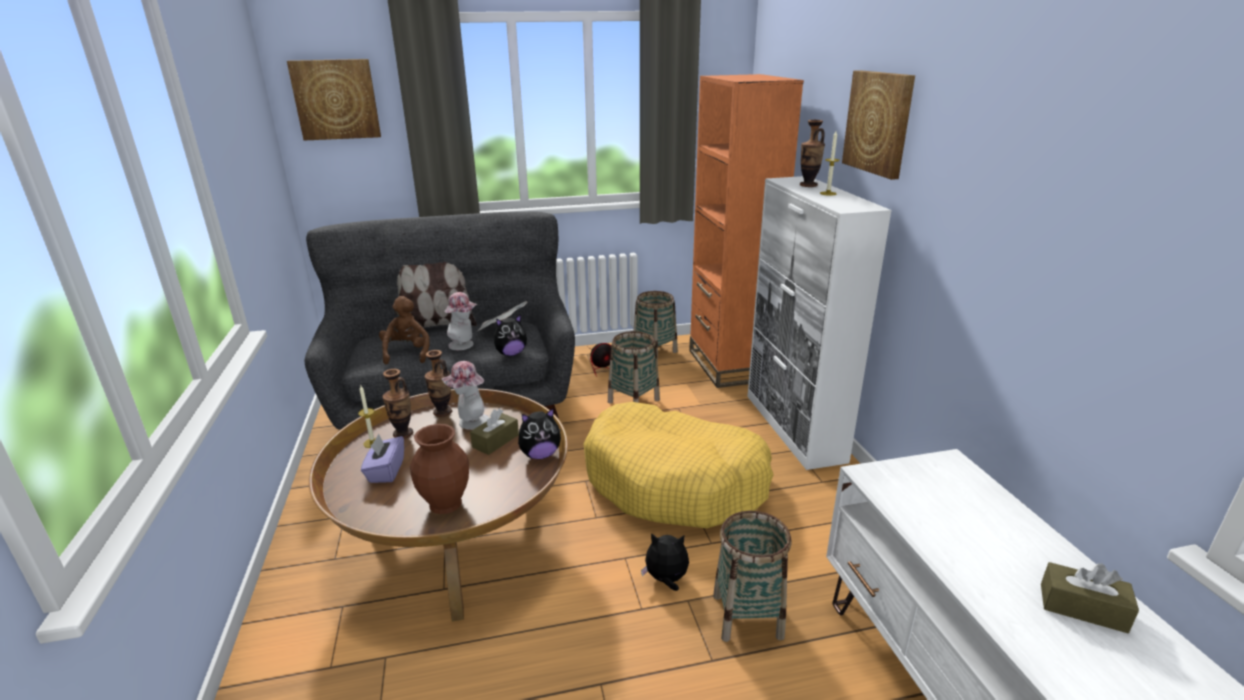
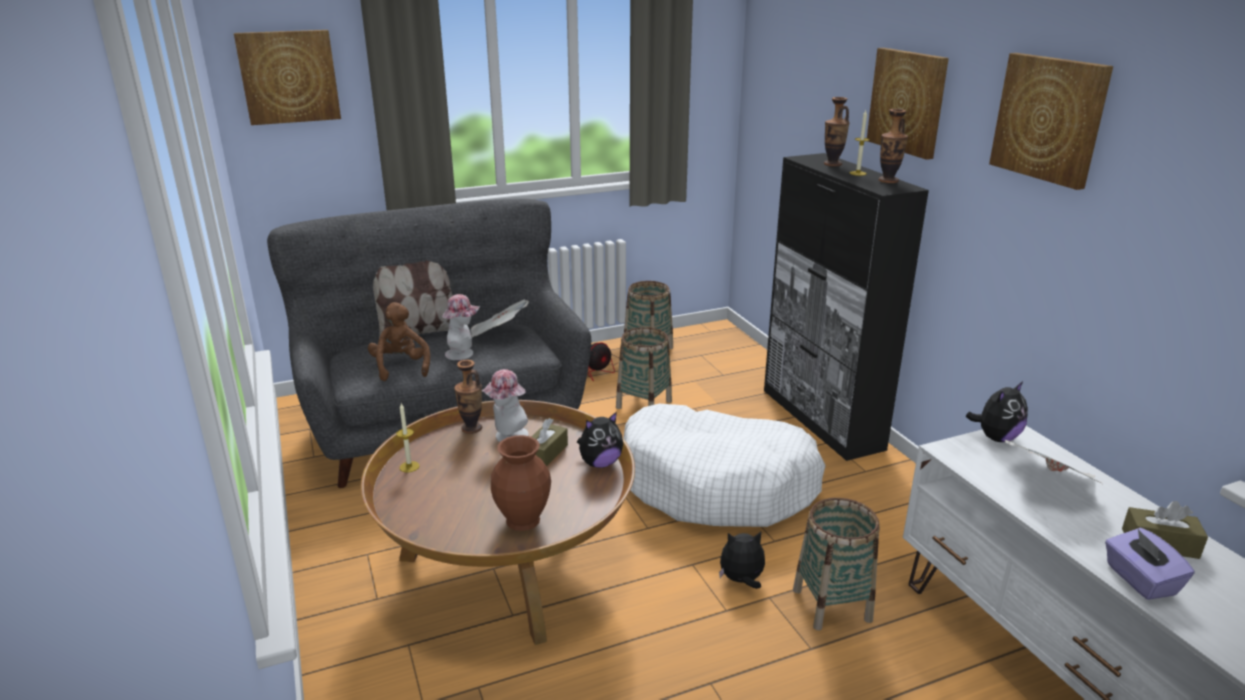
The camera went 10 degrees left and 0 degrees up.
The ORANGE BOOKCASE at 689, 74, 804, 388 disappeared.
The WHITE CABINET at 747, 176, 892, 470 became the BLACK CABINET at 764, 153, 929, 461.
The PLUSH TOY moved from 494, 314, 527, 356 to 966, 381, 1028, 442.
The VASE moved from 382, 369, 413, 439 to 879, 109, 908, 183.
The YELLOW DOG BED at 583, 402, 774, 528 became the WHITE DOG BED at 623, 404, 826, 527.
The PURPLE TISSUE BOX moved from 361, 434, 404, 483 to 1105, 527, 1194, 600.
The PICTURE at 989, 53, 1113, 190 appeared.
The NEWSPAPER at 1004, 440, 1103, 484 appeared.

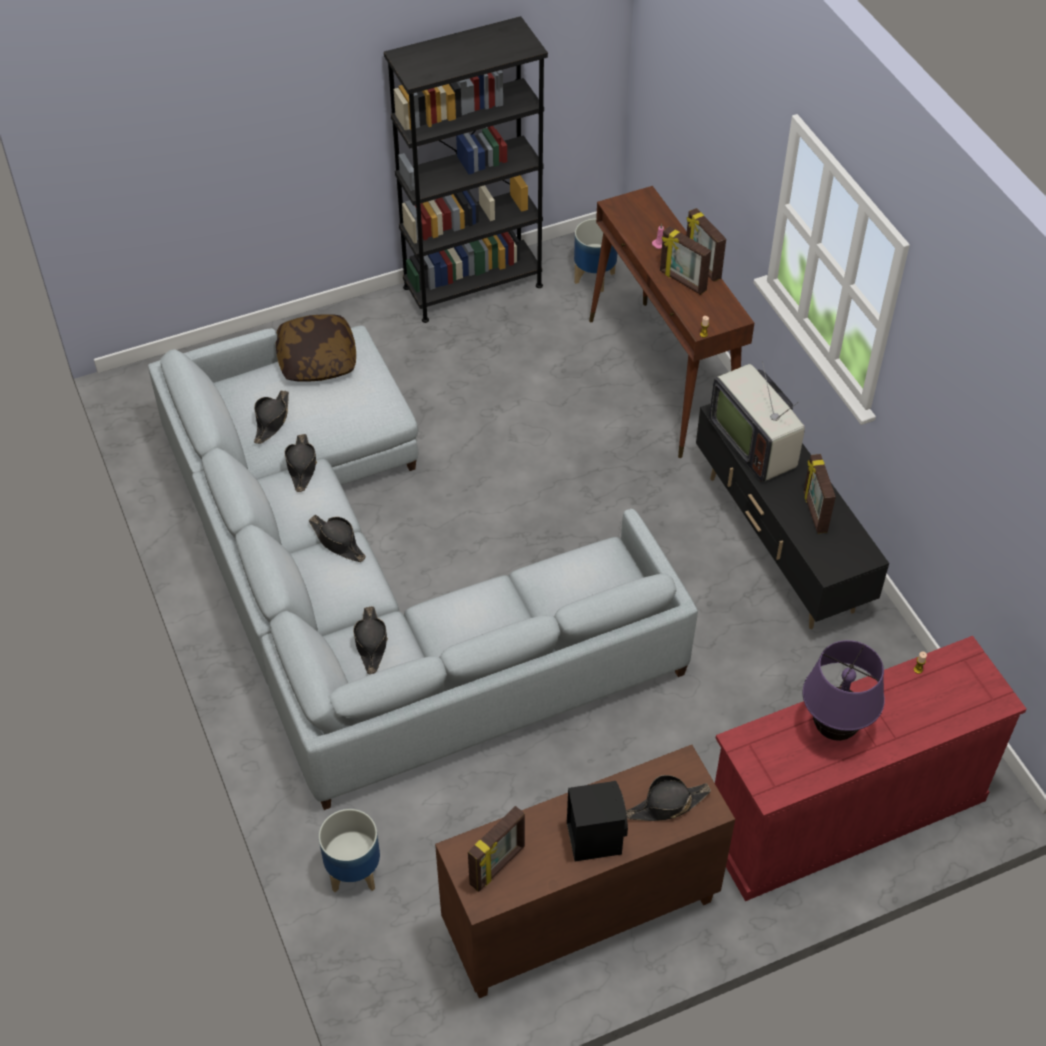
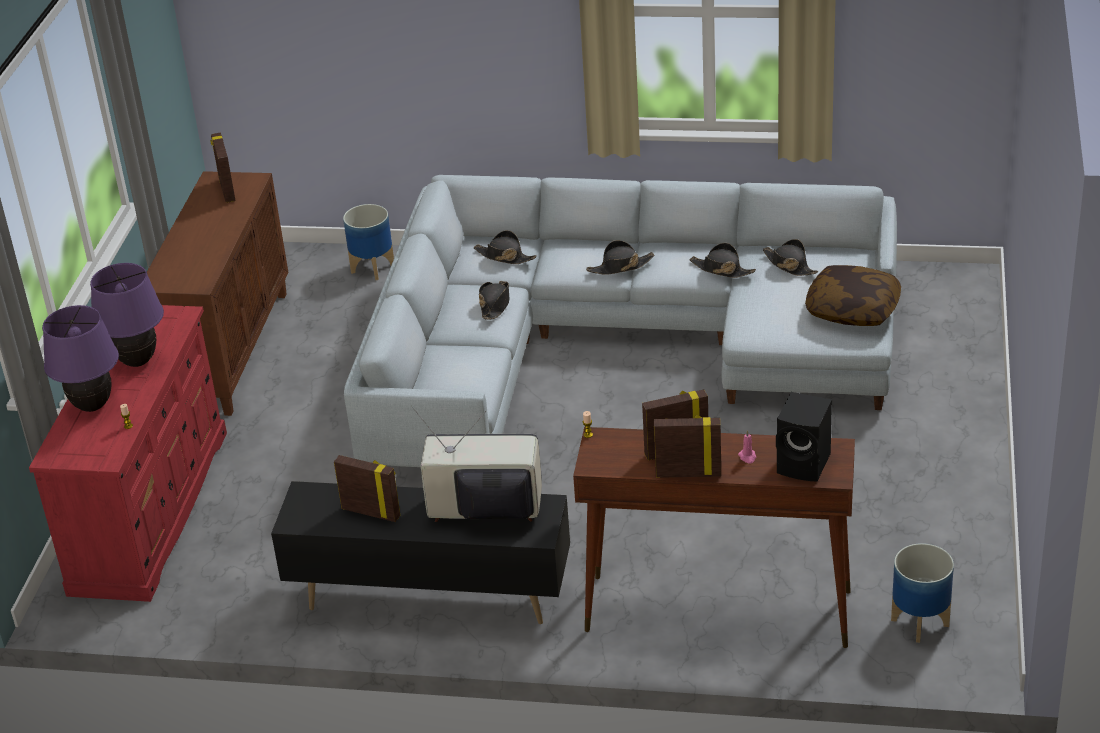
The camera went 125 degrees right and 15 degrees down.
The BLACK BOOKCASE at 384, 16, 548, 323 disappeared.
The BLACK HAT moved from 626, 775, 711, 821 to 479, 280, 509, 320.
The BLACK SPEAKER moved from 567, 781, 628, 861 to 776, 392, 832, 482.
The PURPLE TABLE LAMP at 42, 305, 119, 412 appeared.

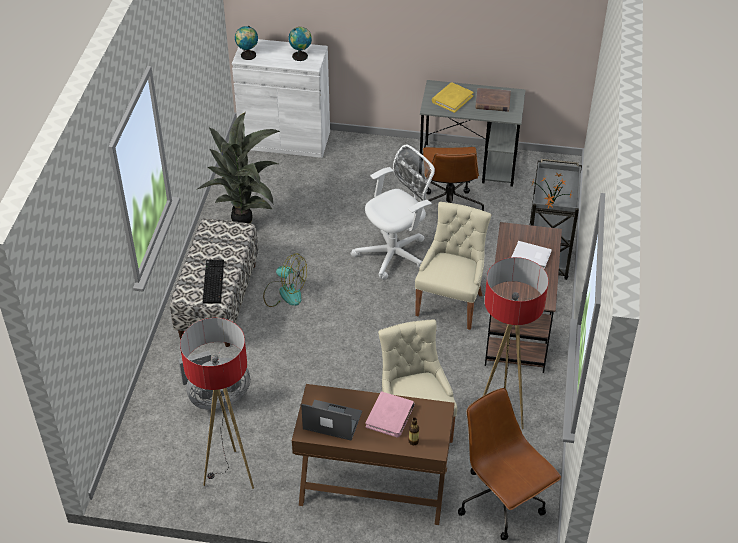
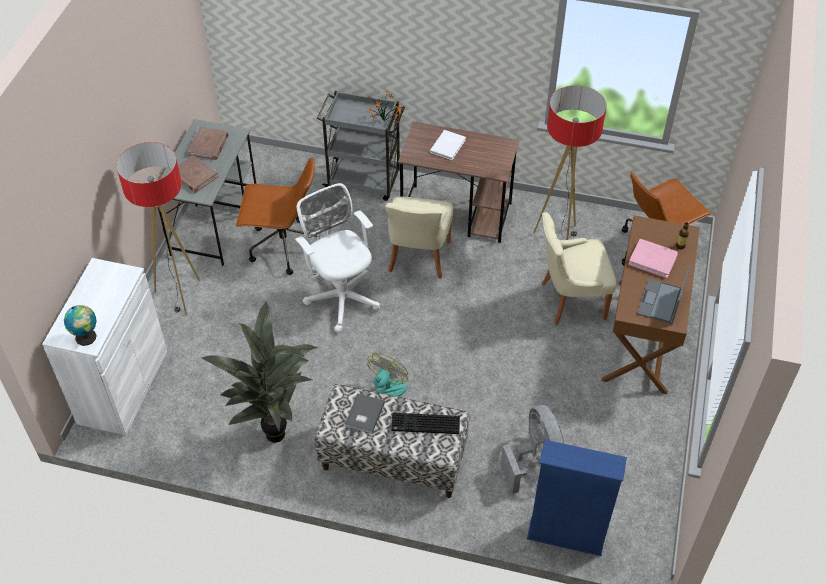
The camera went 85 degrees left and 5 degrees up.
The GLOBE at 288, 27, 312, 61 disappeared.
The YELLOW BOOK at 432, 82, 474, 113 became the BROWN BOOK at 170, 155, 219, 193.
The BEIGE CHAIR at 415, 202, 492, 330 turned 105 degrees counterclockwise.
The FLOOR LAMP moved from 180, 318, 254, 489 to 116, 142, 200, 315.
The GREY BOOK at 345, 393, 385, 434 appeared.
The BLUE BOOKCASE at 527, 440, 627, 556 appeared.

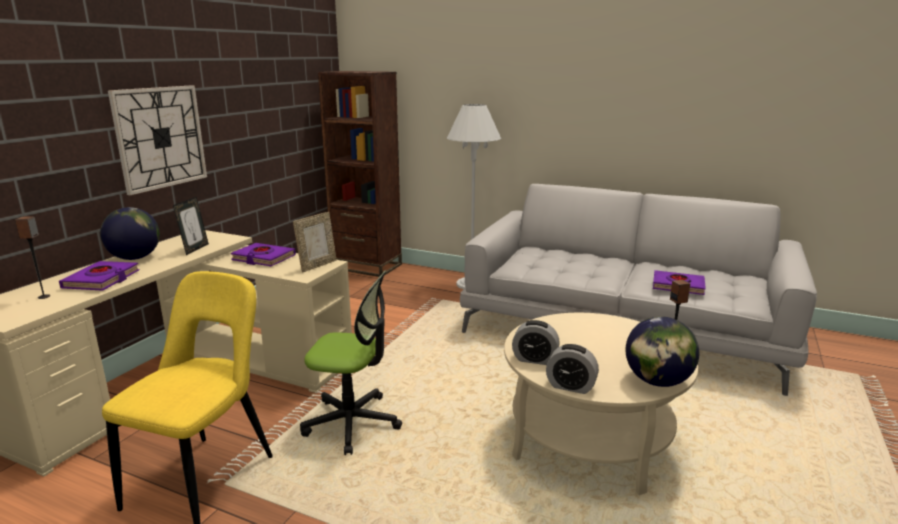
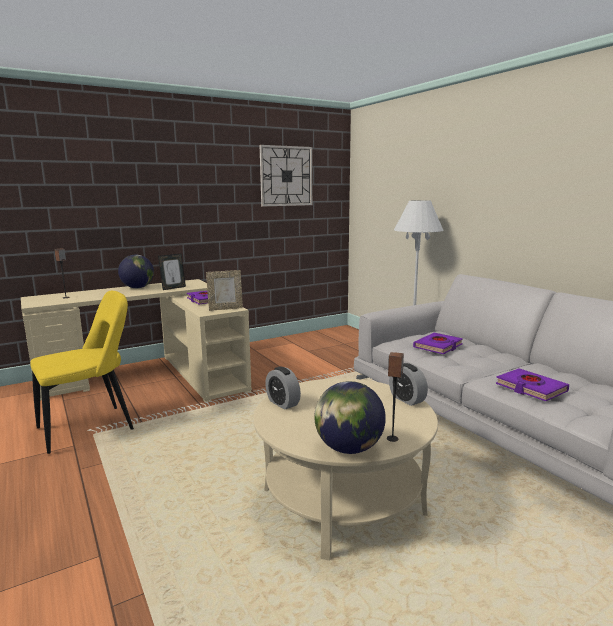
The camera went 35 degrees right and 5 degrees down.
The BROWN BOOKCASE at 318, 71, 402, 277 disappeared.
The WALL CLOCK moved from 108, 85, 207, 195 to 260, 145, 312, 206.
The PURPLE BOOK moved from 59, 261, 140, 291 to 413, 333, 463, 354.
The OFFICE CHAIR at 300, 270, 402, 455 disappeared.
The ALARM CLOCK moved from 546, 344, 599, 394 to 389, 363, 428, 406.

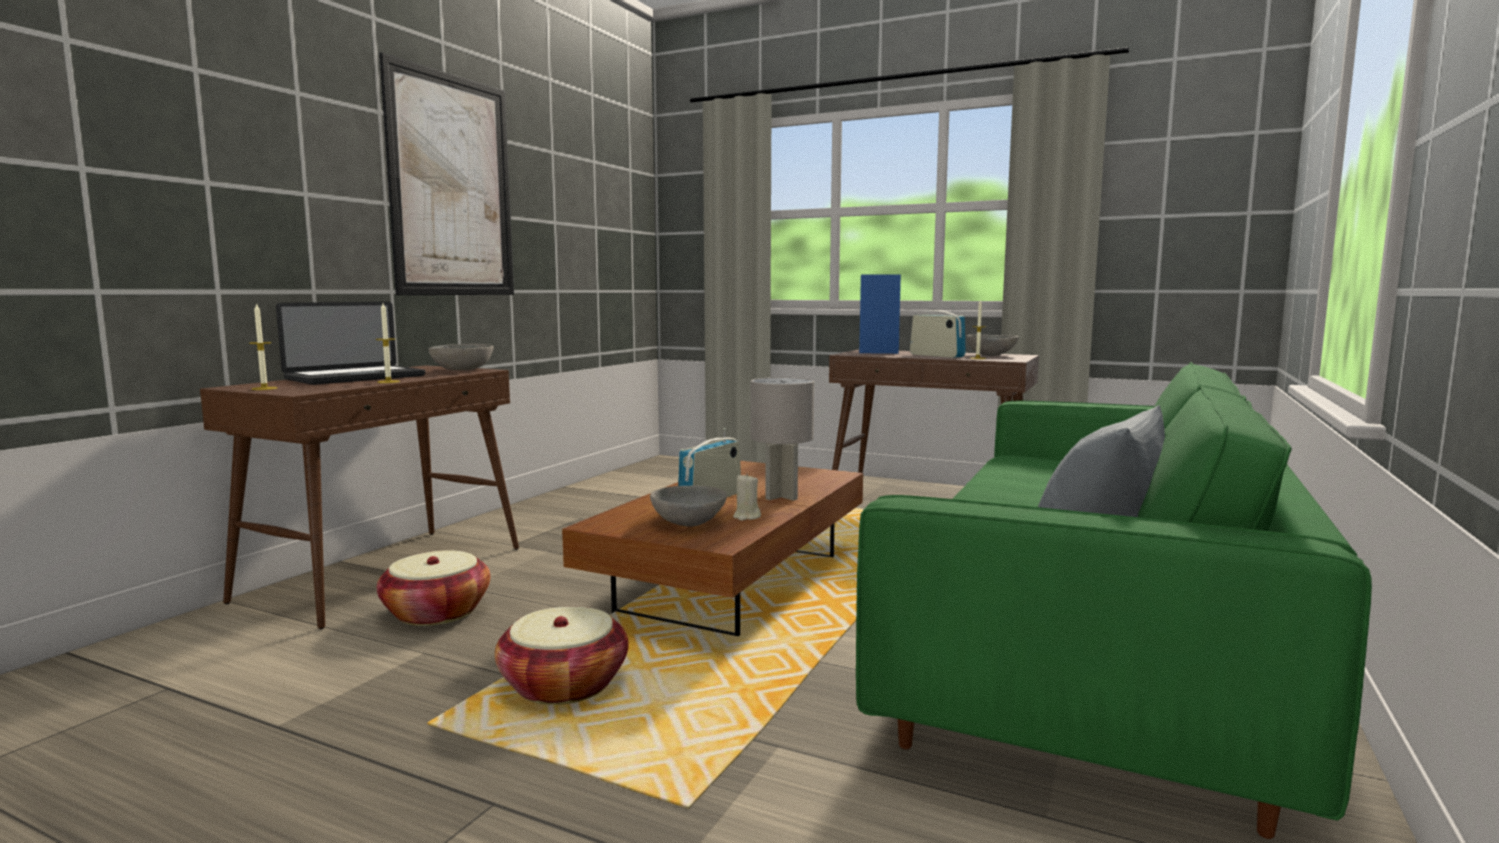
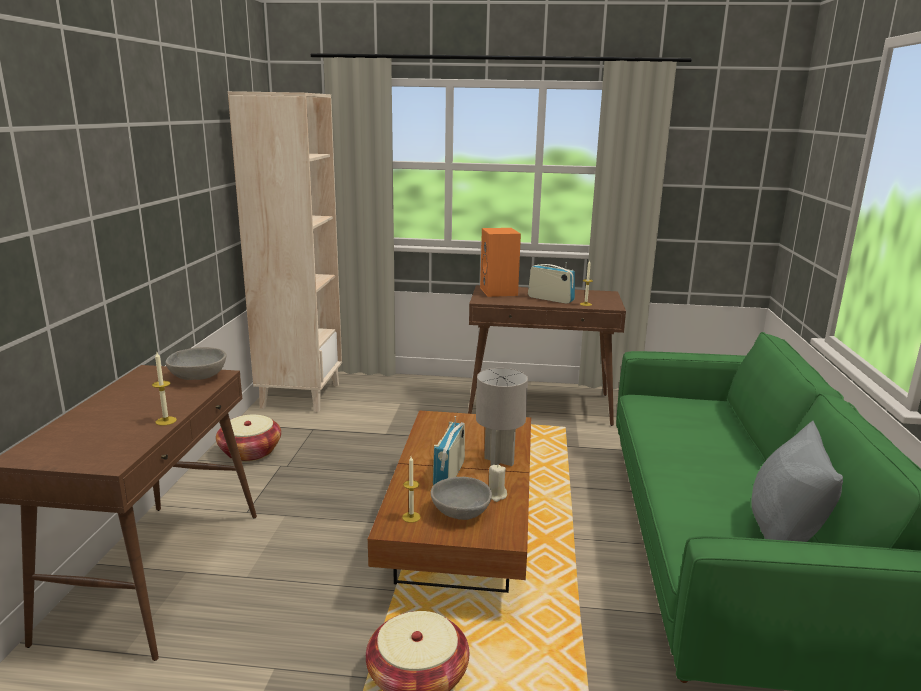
The camera went 20 degrees left and 10 degrees up.
The PICTURE at 379, 52, 514, 295 disappeared.
The BLUE SPEAKER at 859, 274, 901, 354 became the ORANGE SPEAKER at 480, 228, 521, 297.
The LAPTOP at 276, 302, 425, 385 disappeared.
The CANDLE moved from 249, 303, 277, 390 to 402, 456, 421, 523.
The GREY BOWL at 966, 335, 1019, 356 disappeared.
The BASKET moved from 377, 550, 491, 626 to 216, 415, 281, 462.
The BEIGE BOOKCASE at 228, 91, 342, 412 appeared.

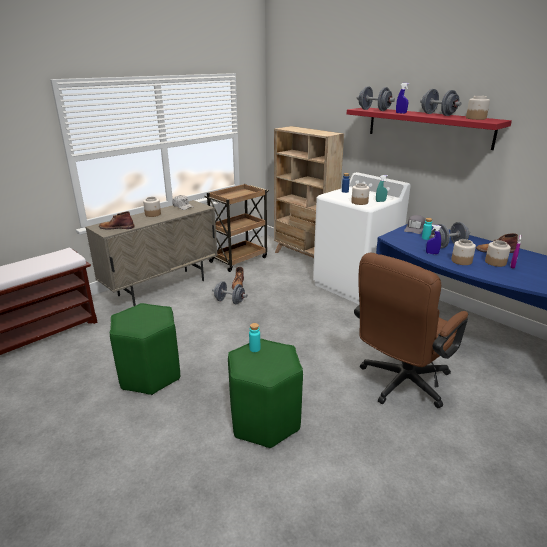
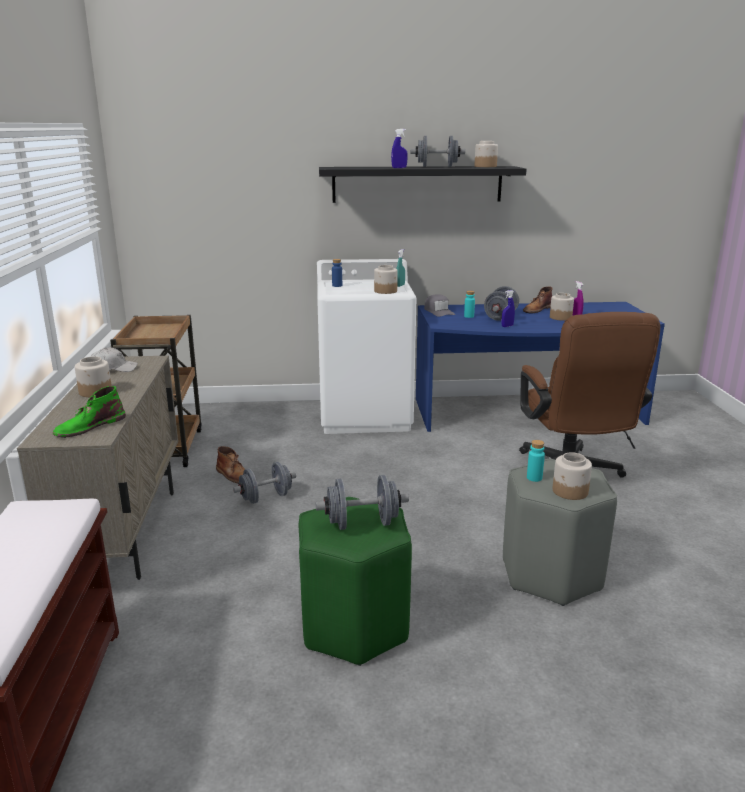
The camera went 50 degrees left and 5 degrees down.
The GREY DUMBBELL moved from 357, 86, 395, 111 to 316, 475, 409, 530.
The RED SHELF at 347, 108, 512, 150 became the BLACK SHELF at 319, 166, 527, 203.
The BEIGE BOOKCASE at 274, 126, 344, 258 disappeared.
The BROWN BOOT at 99, 211, 135, 230 became the GREEN BOOT at 53, 386, 126, 438.
The JAR moved from 451, 239, 476, 265 to 553, 452, 592, 500.
The GREEN STOOL at 228, 338, 303, 448 became the GREY STOOL at 503, 459, 617, 606.

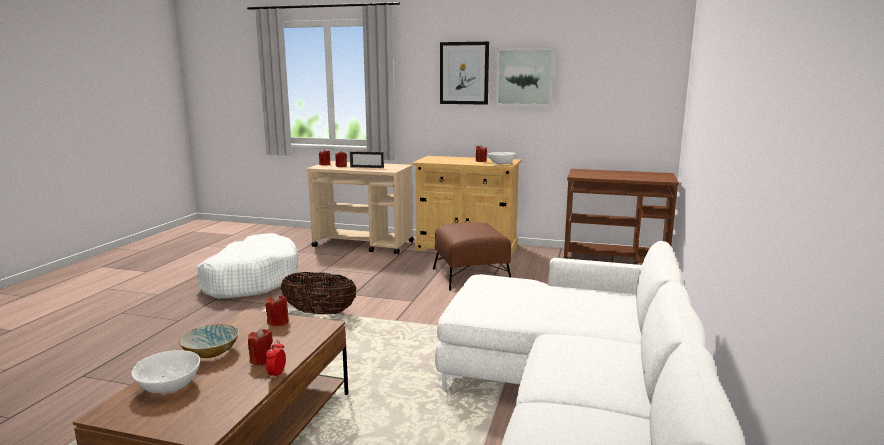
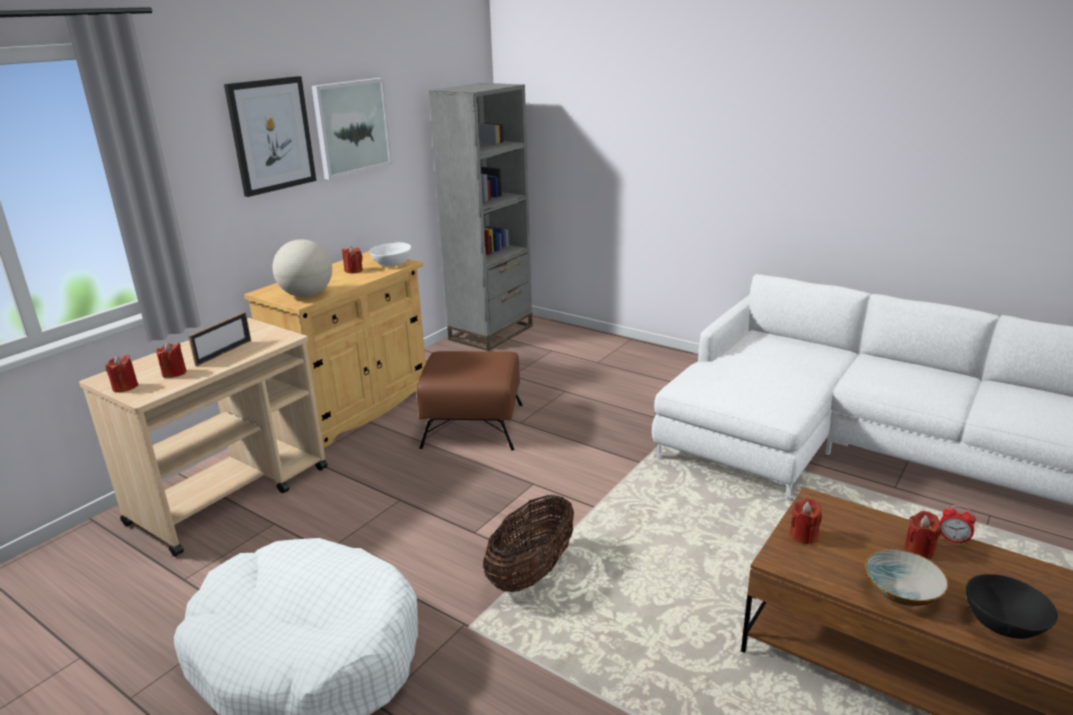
The camera went 70 degrees left and 10 degrees up.
The BROWN CART at 564, 169, 679, 265 was replaced by the GREY BOOKCASE at 429, 83, 533, 351.
The WHITE BOWL at 131, 350, 200, 393 became the BLACK BOWL at 966, 574, 1058, 639.
The GLOBE at 272, 239, 332, 297 appeared.

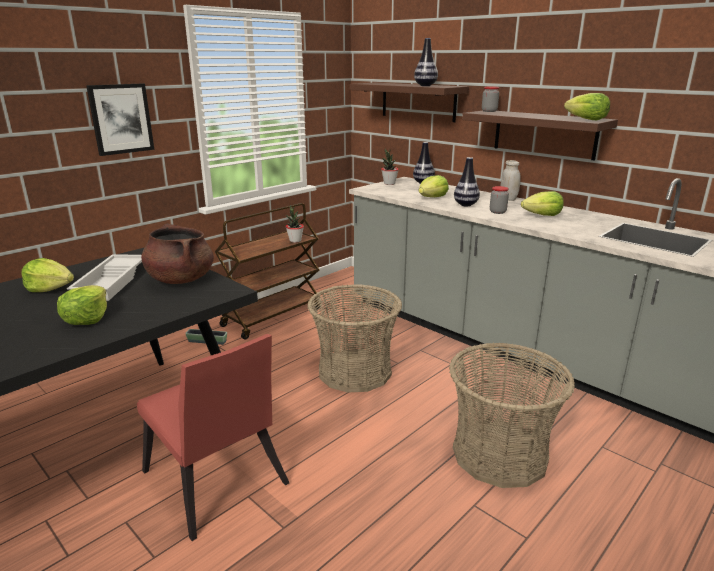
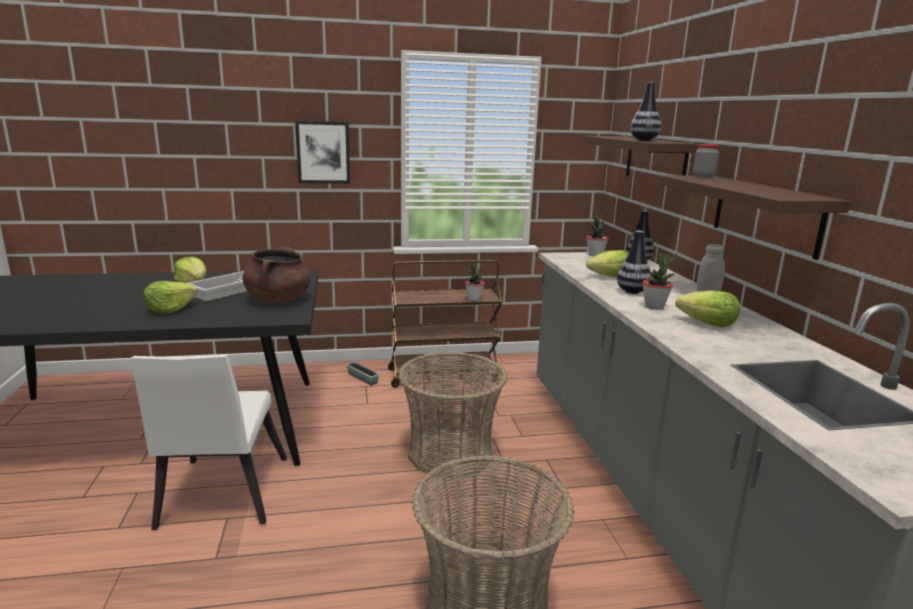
The camera went 35 degrees right and 5 degrees down.
The LETTUCE at 564, 93, 610, 120 disappeared.
The JAR at 490, 186, 509, 214 was replaced by the POTTED PLANT at 642, 252, 677, 310.
The RED CHAIR at 137, 334, 289, 541 became the WHITE CHAIR at 130, 355, 287, 530.

